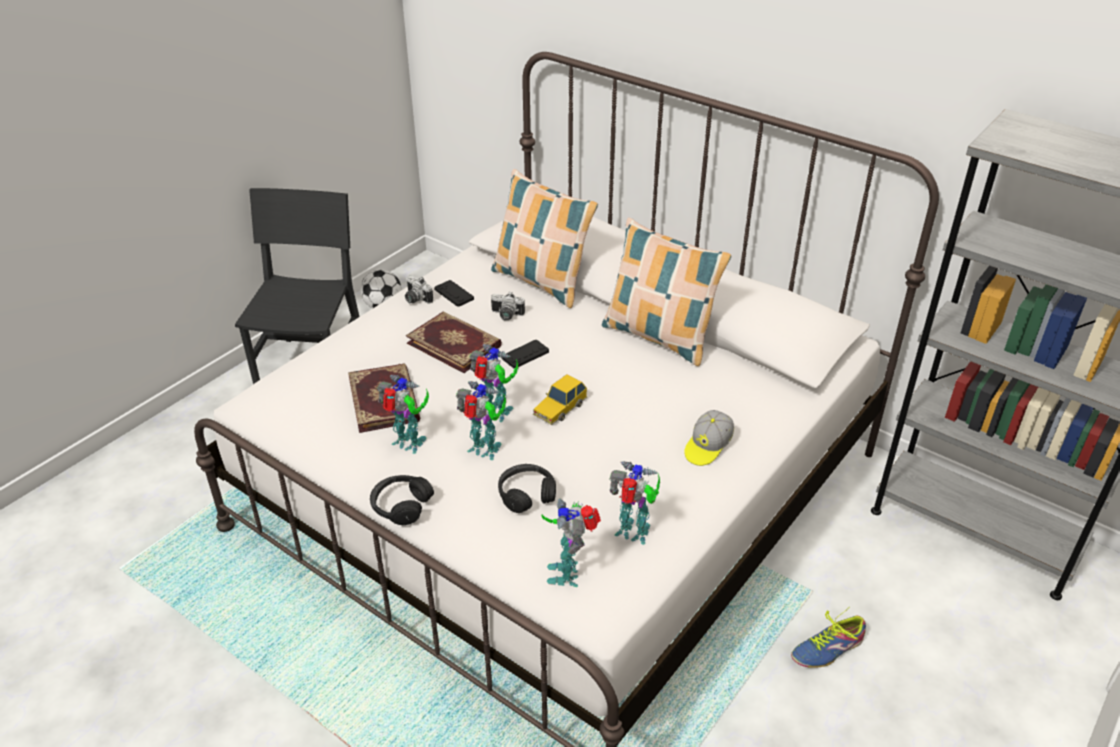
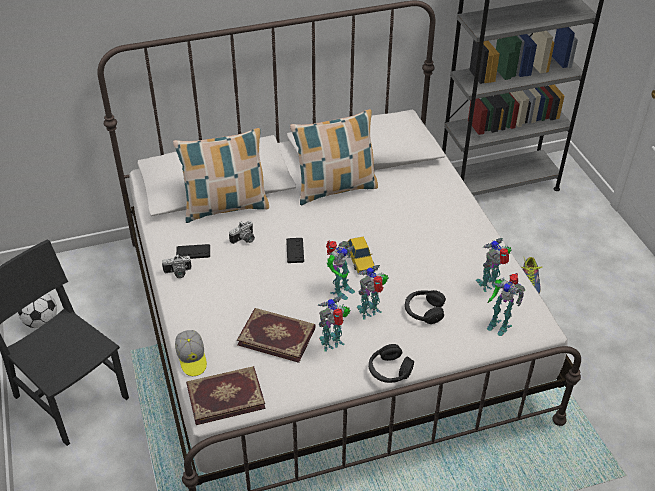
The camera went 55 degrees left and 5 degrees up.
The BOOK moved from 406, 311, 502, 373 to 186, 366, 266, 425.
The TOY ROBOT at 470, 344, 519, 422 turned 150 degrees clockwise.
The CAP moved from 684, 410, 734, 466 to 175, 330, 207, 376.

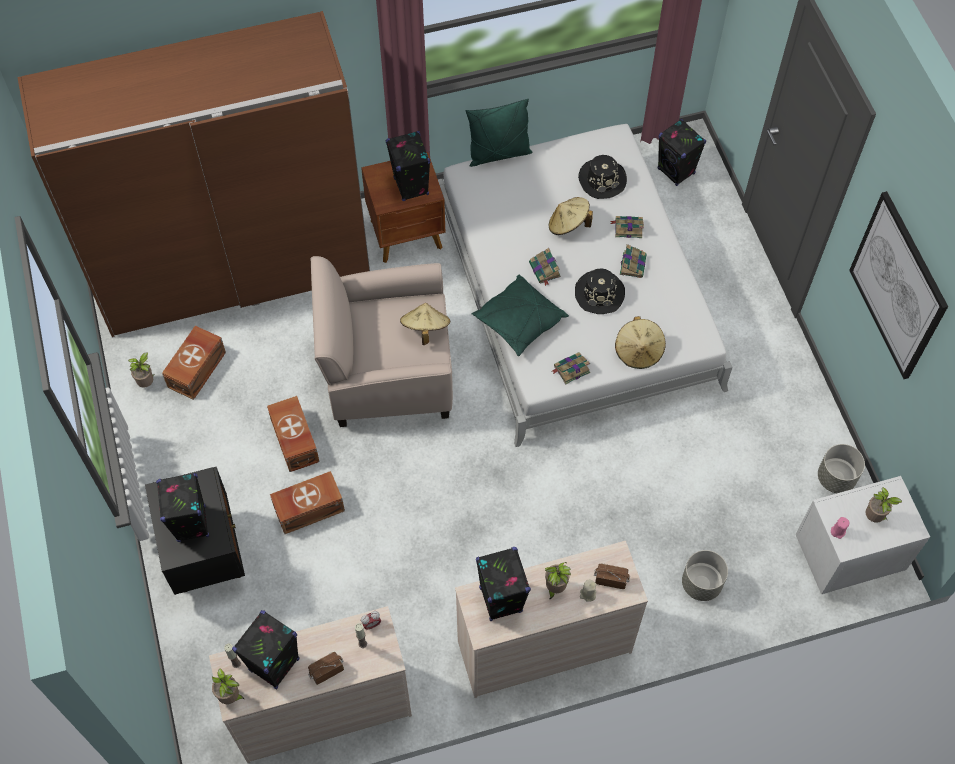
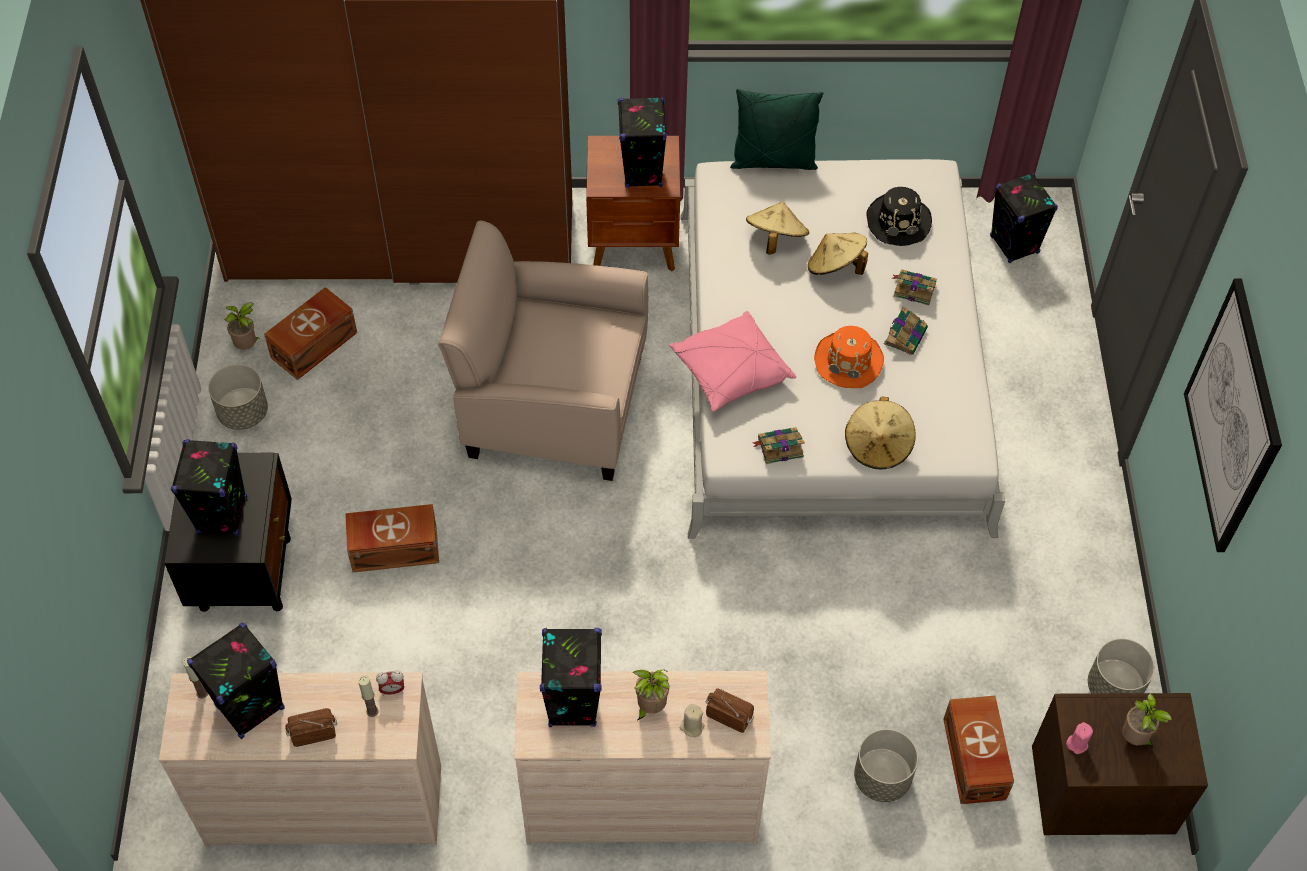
The camera went 15 degrees right and 5 degrees down.
The BOOK at 529, 248, 561, 286 disappeared.
The BLACK HAT at 575, 268, 625, 314 became the ORANGE HAT at 814, 326, 884, 388.
The GREEN PILLOW at 471, 275, 569, 356 became the PINK PILLOW at 669, 311, 796, 412.
The BEIGE HAT moved from 400, 303, 451, 345 to 746, 202, 809, 254.
The BROWN STORAGE BOX moved from 267, 396, 320, 472 to 943, 696, 1014, 804.
The WHITE NIGHTSTAND at 796, 476, 930, 594 became the BROWN NIGHTSTAND at 1032, 693, 1208, 835.
The POTTED PLANT at 212, 668, 245, 704 disappeared.
The GREY PLANTER at 208, 364, 268, 430 appeared.

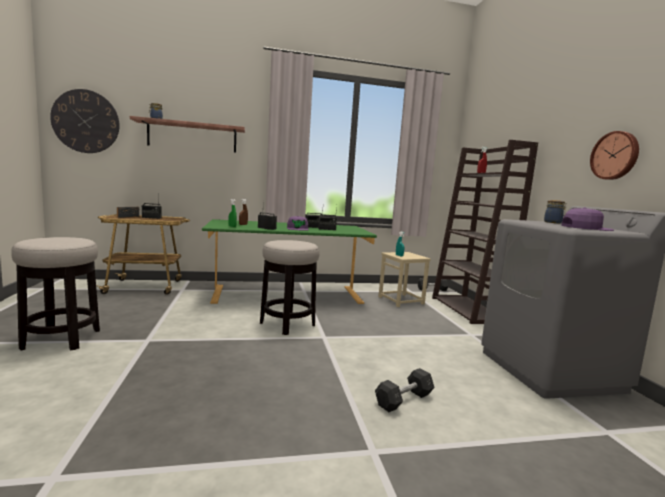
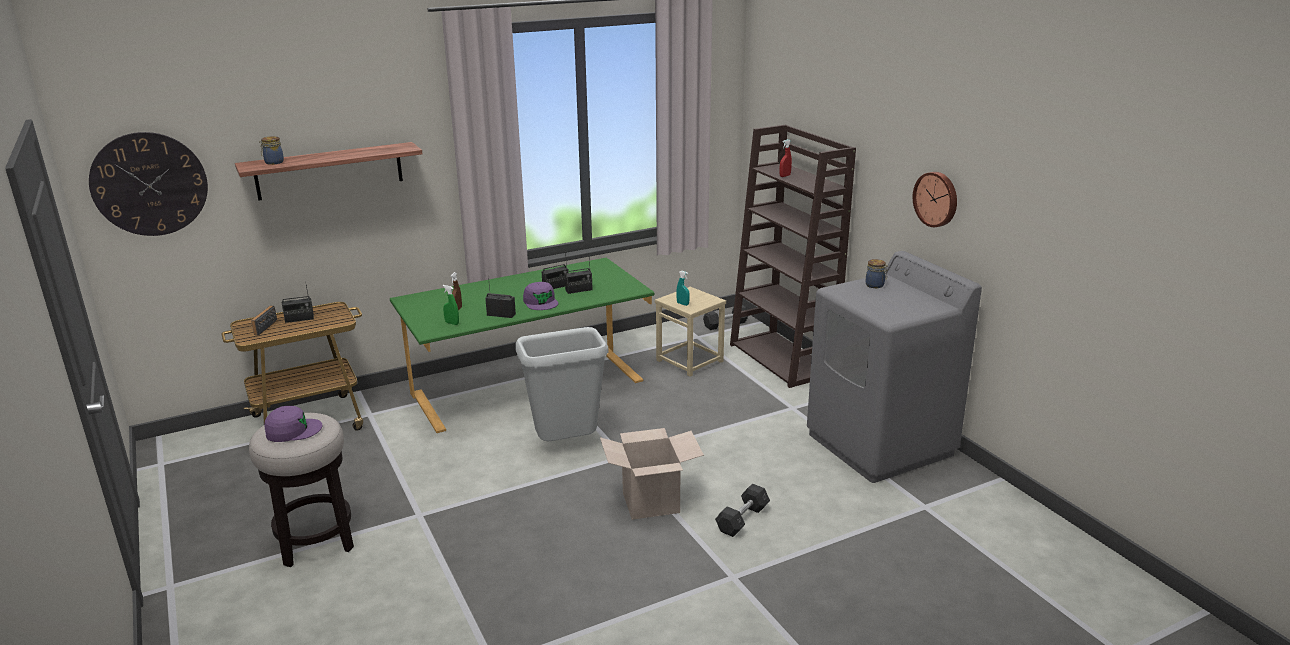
The camera went 15 degrees left and 15 degrees up.
The PURPLE CAP moved from 561, 207, 614, 231 to 264, 406, 322, 442.
The STOOL at 260, 240, 320, 335 was replaced by the GREY TRASH CAN at 515, 327, 608, 441.
The CARDBOARD BOX at 600, 428, 704, 520 appeared.

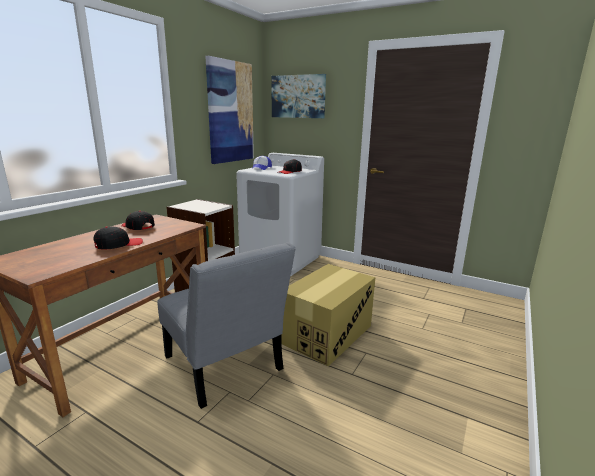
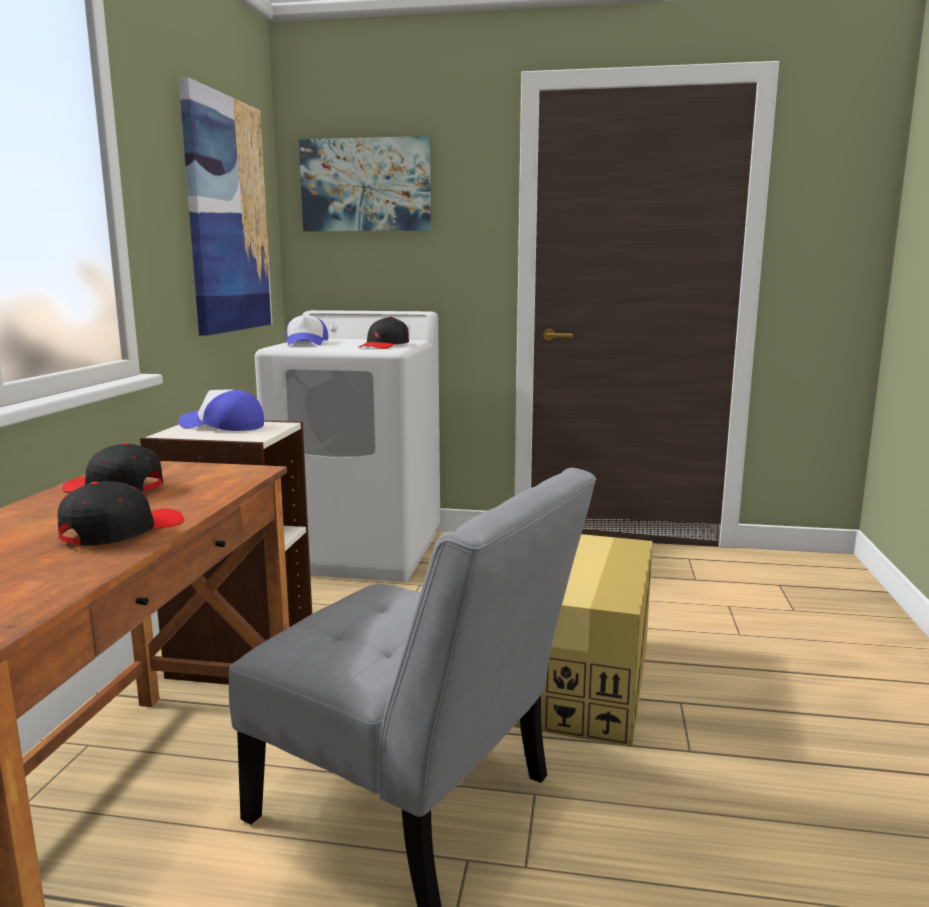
The camera went 20 degrees left and 5 degrees down.
The CAP at 179, 390, 264, 431 appeared.

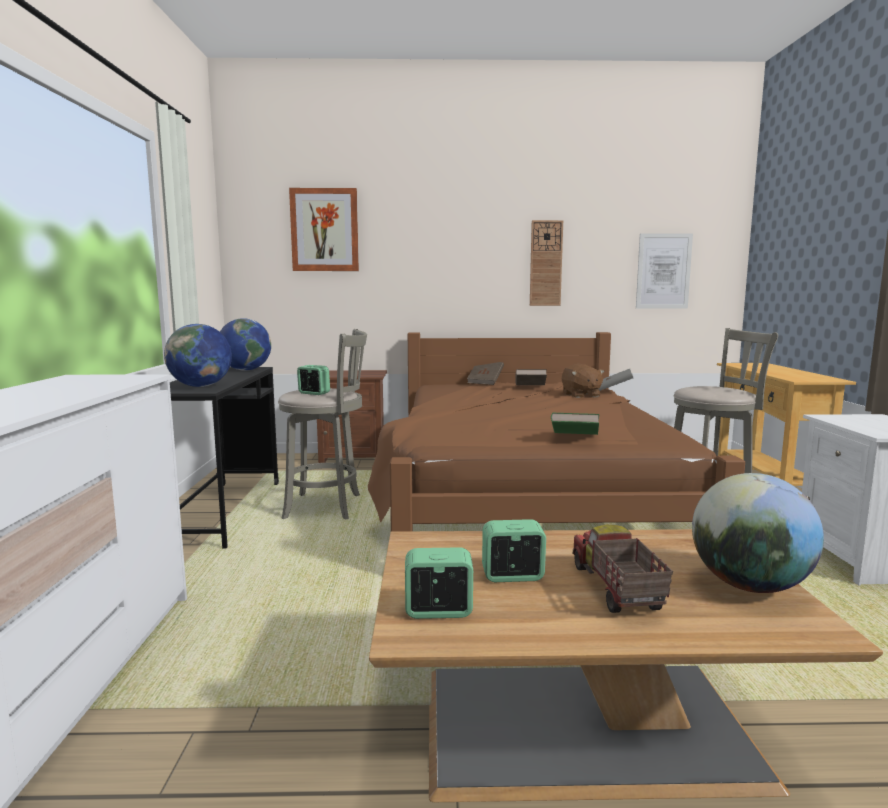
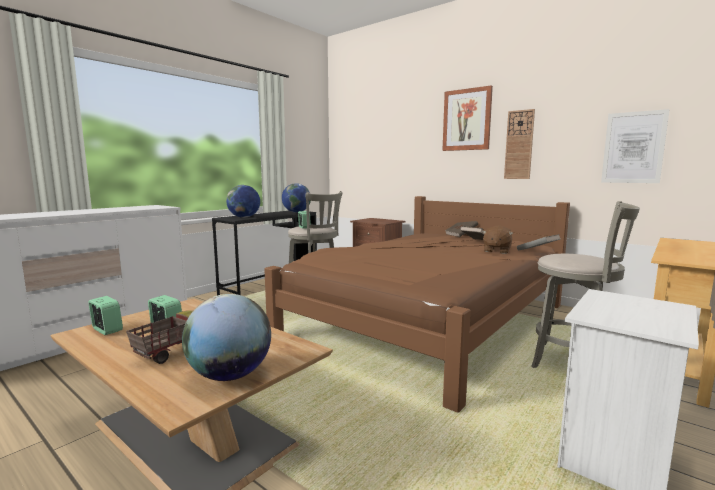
The camera went 40 degrees right and 0 degrees up.
The PICTURE moved from 289, 188, 359, 271 to 442, 85, 493, 151.
The GREEN BOOK at 551, 413, 599, 435 disappeared.

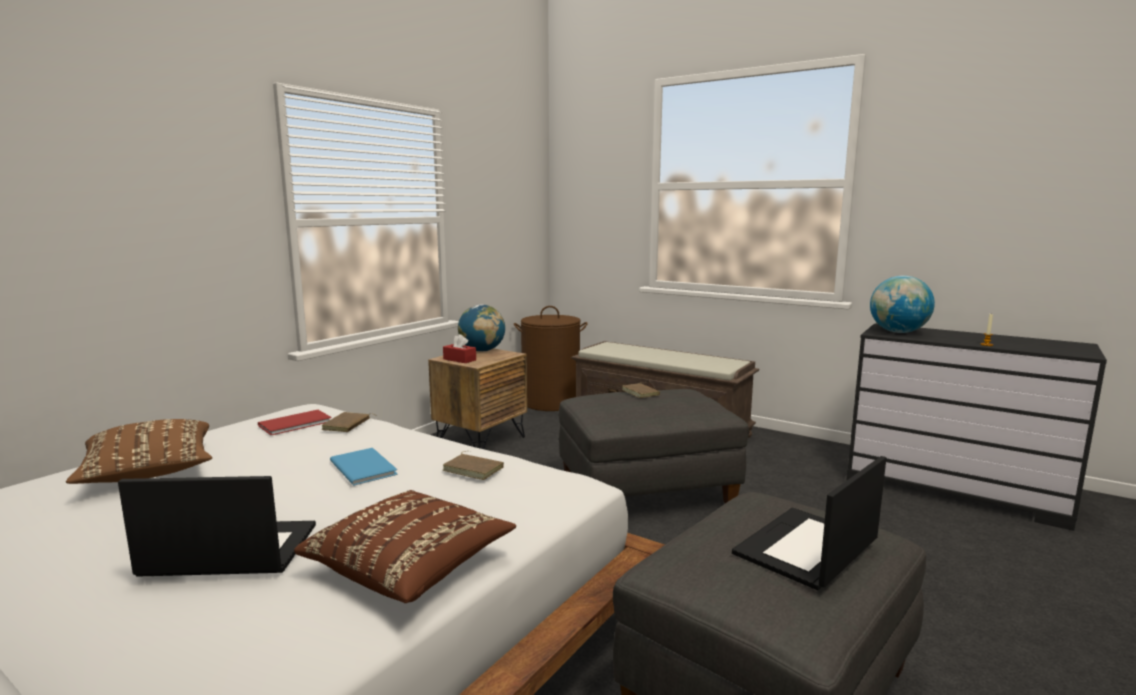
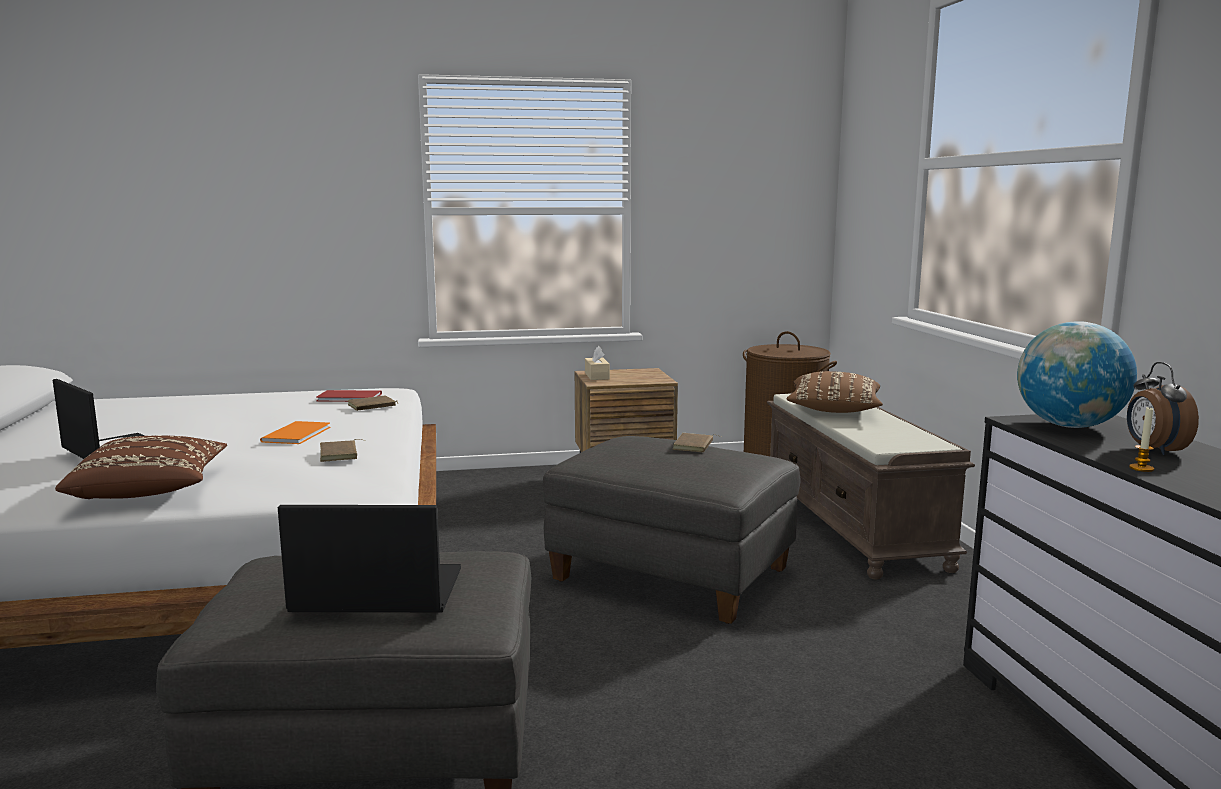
The camera went 45 degrees right and 0 degrees up.
The GLOBE at 458, 304, 505, 352 disappeared.
The RED TISSUE BOX at 443, 334, 476, 363 became the BEIGE TISSUE BOX at 585, 346, 610, 380.
The BROWN PILLOW moved from 66, 419, 212, 484 to 786, 371, 882, 413.
The BLUE BOOK at 330, 448, 397, 486 became the ORANGE BOOK at 260, 421, 331, 444.
The ALARM CLOCK at 1127, 362, 1199, 455 appeared.

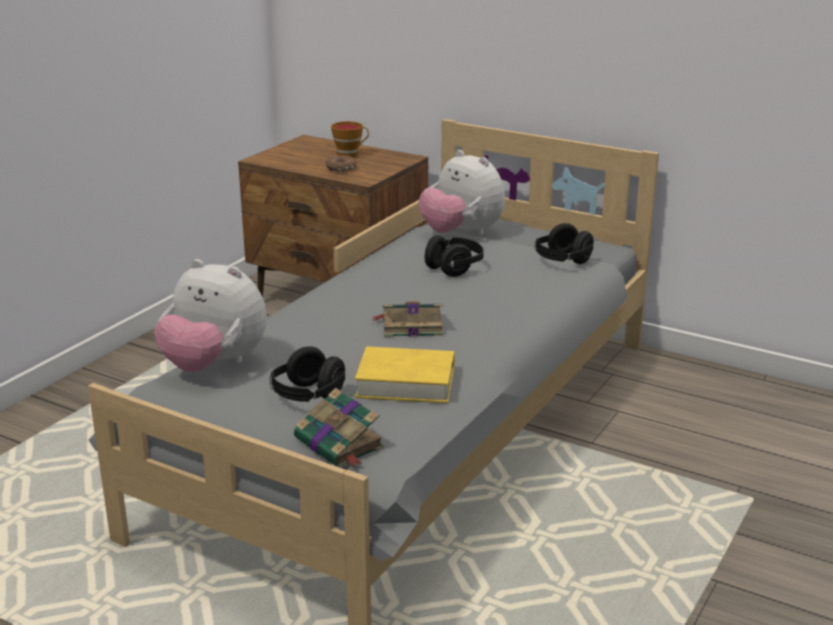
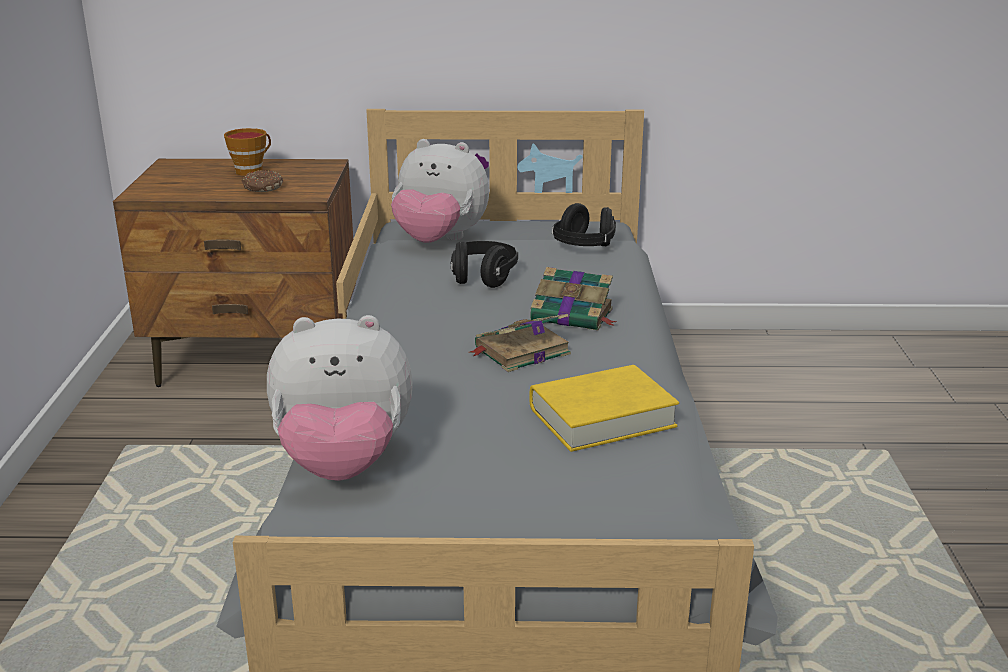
The camera went 30 degrees left and 0 degrees up.
The BLACK HEADPHONES at 269, 346, 345, 402 disappeared.
The BOOK moved from 294, 388, 384, 467 to 530, 267, 617, 330.

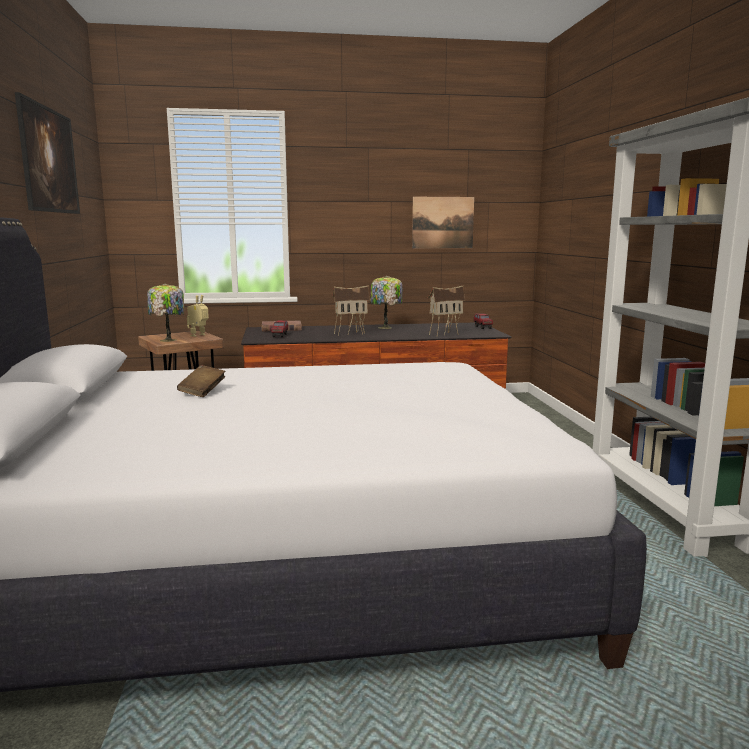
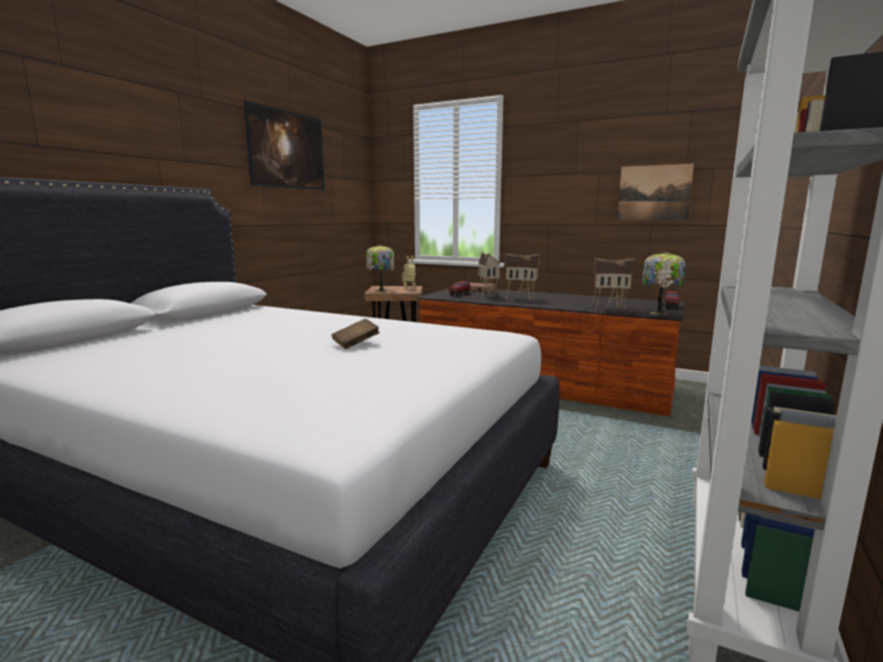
The camera went 35 degrees right and 0 degrees up.
The TABLE LAMP moved from 370, 276, 402, 329 to 642, 252, 685, 315.
The BROWN BOOK moved from 177, 365, 225, 397 to 332, 319, 380, 349.
The TOY HOUSE at 477, 251, 501, 298 appeared.

